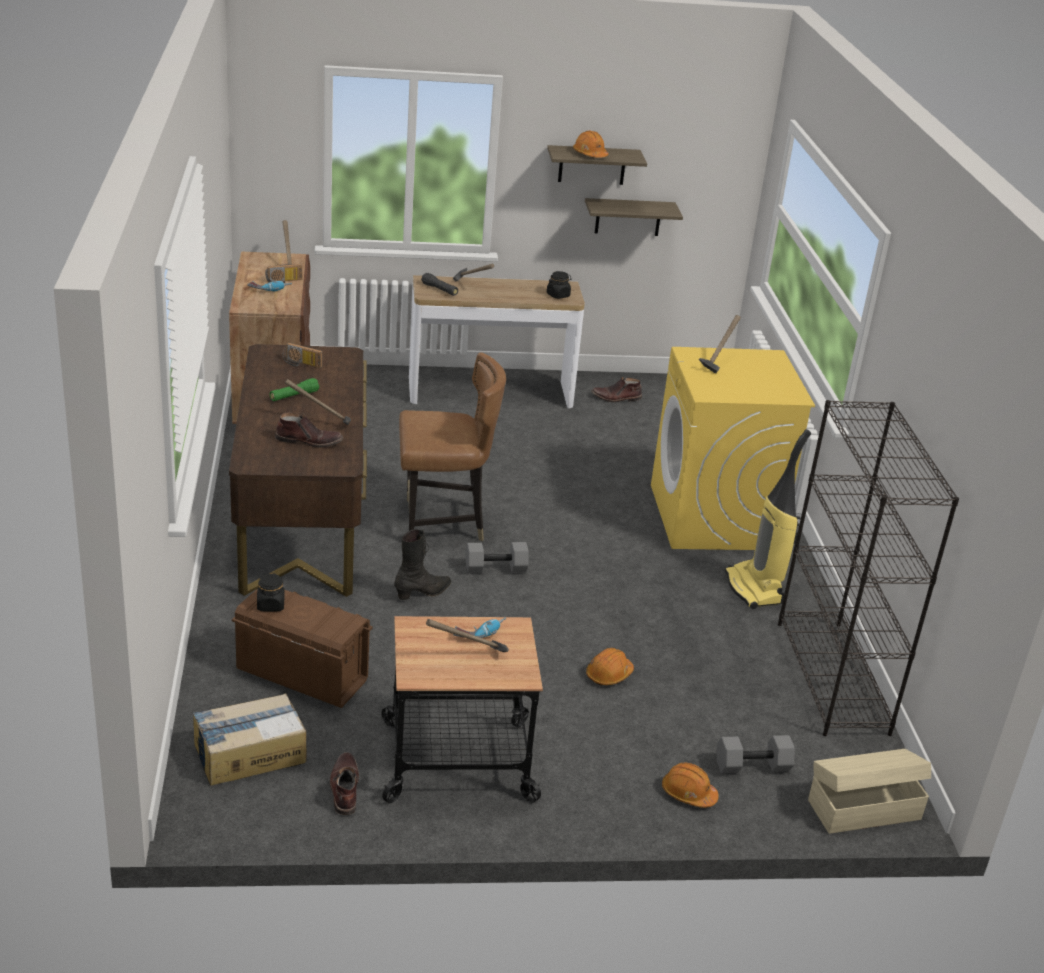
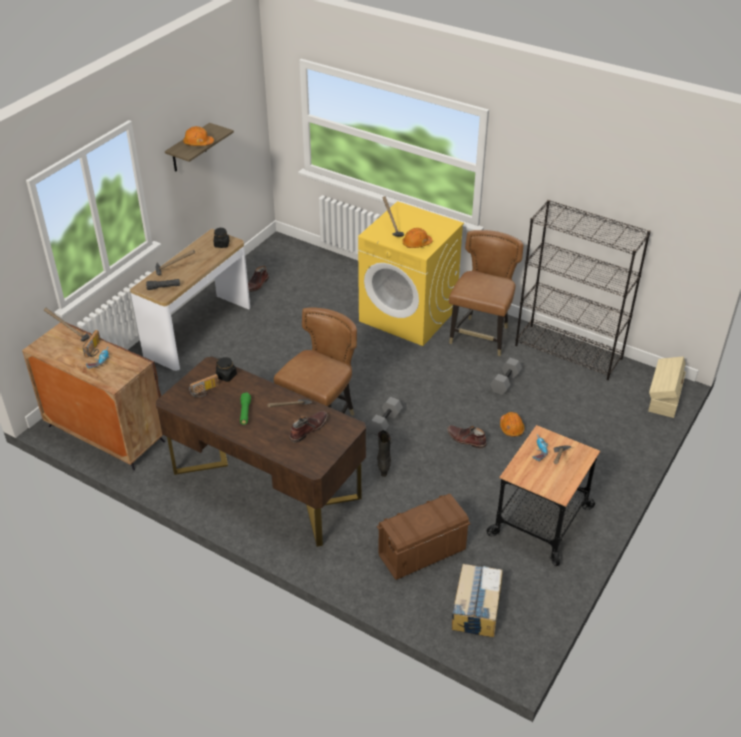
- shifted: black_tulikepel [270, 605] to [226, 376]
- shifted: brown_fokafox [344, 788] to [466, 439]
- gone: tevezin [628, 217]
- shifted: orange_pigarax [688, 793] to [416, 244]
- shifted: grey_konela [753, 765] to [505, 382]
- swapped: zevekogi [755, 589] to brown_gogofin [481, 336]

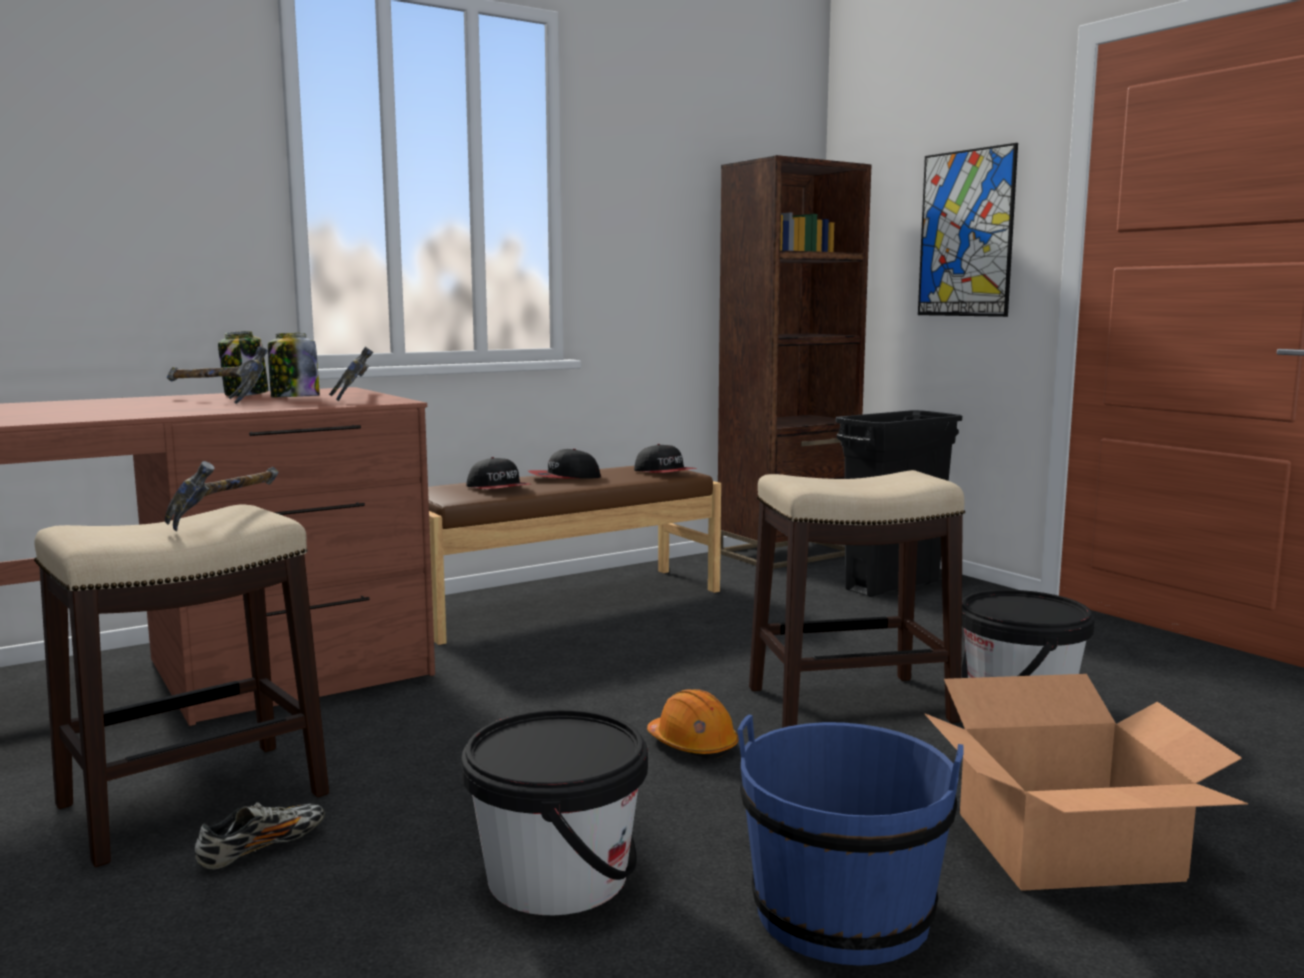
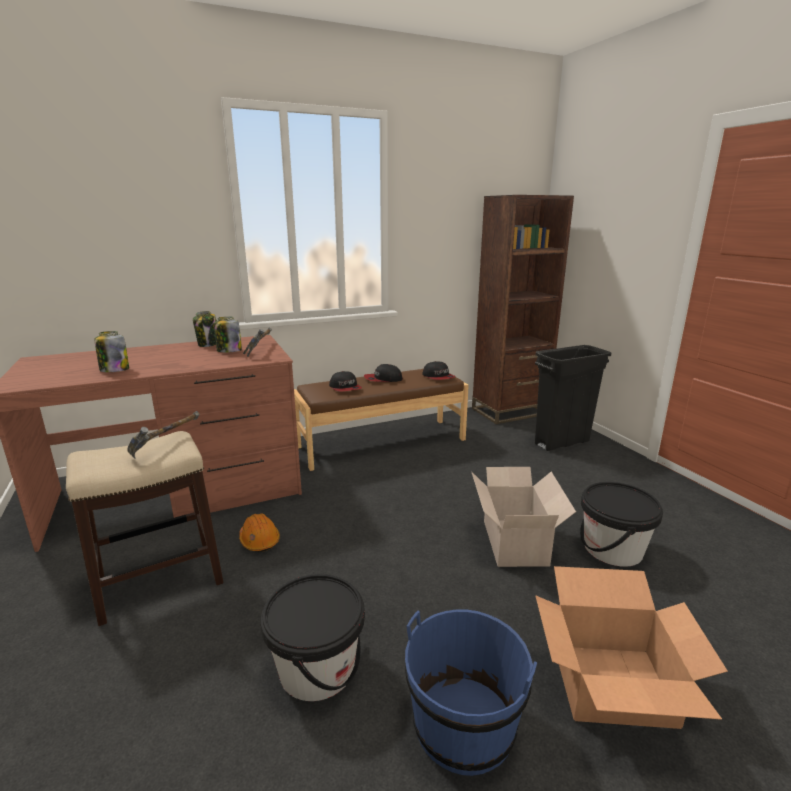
- gone: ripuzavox [217, 400]
- gone: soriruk [262, 848]
- shifted: orange_pigarax [692, 744] to [259, 540]
- swapped: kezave [852, 704] to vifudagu [514, 540]
- gone: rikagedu [966, 234]
- new: tulikepel [114, 370]

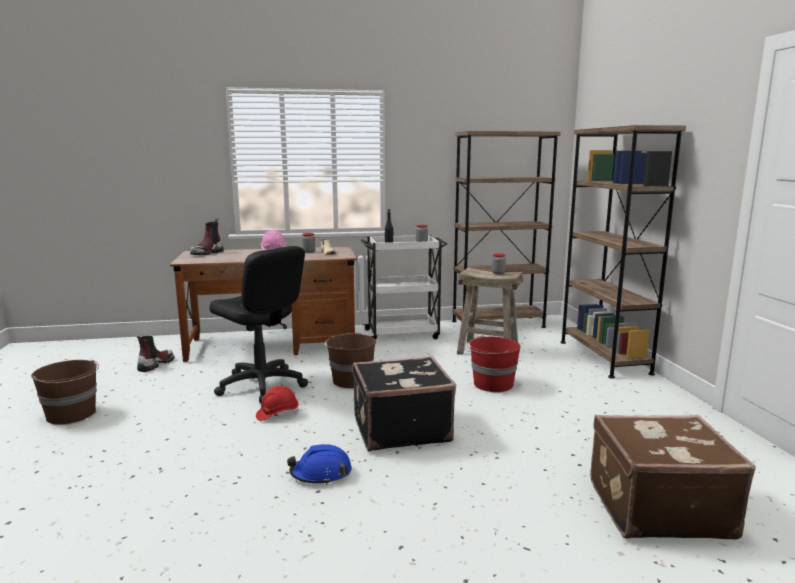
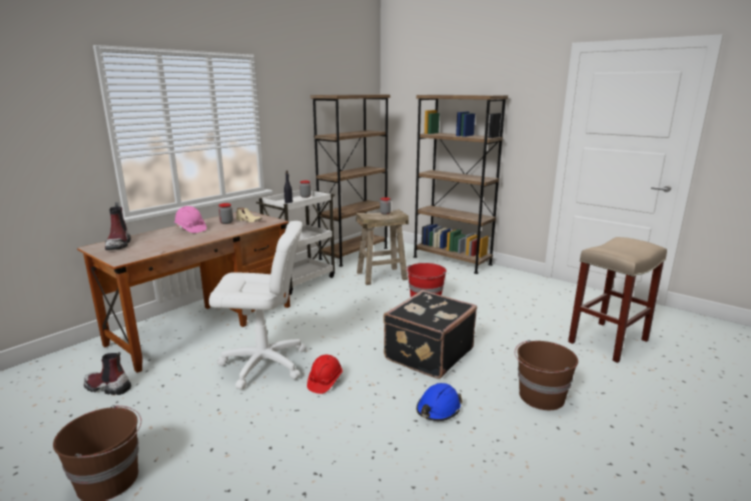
- rotated: fokafox [156, 364] = [107, 387] 60 degrees counterclockwise
- repainted: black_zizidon [261, 385] to white_zizidon [264, 364]
- shifted: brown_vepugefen [351, 380] to [541, 397]
- swapped: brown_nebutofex [656, 507] to beige_kezave [608, 342]

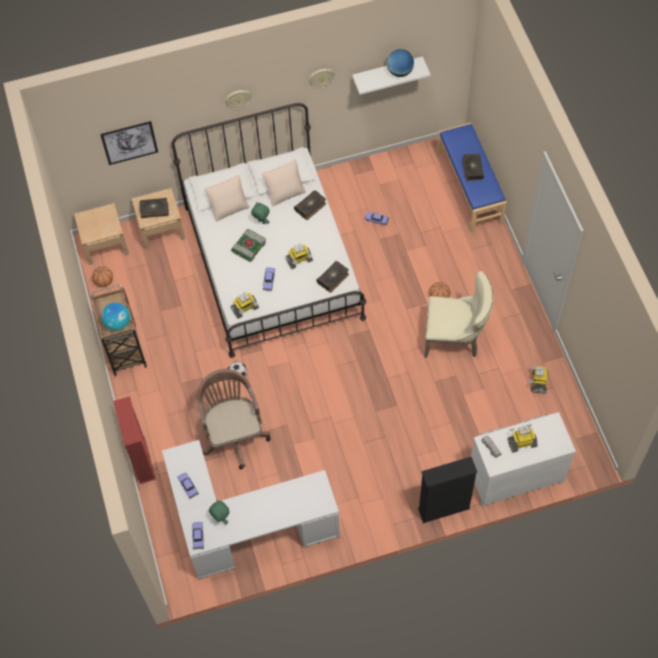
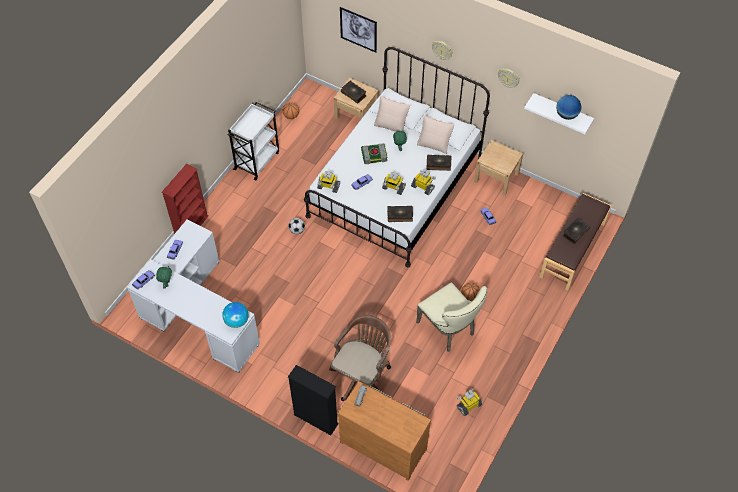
- shifted: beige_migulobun [105, 244] to [496, 177]
- repainted: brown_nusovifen [124, 348] to white_nusovifen [257, 160]
- shifted: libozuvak [118, 323] to [236, 321]
- shifted: brown_zizidon [233, 434] to [362, 374]
- repainted: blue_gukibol [470, 187] to brown_gukibol [573, 250]
- repainted: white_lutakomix [514, 473] to brown_lutakomix [384, 443]
- shifted: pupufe [522, 442] to [423, 187]

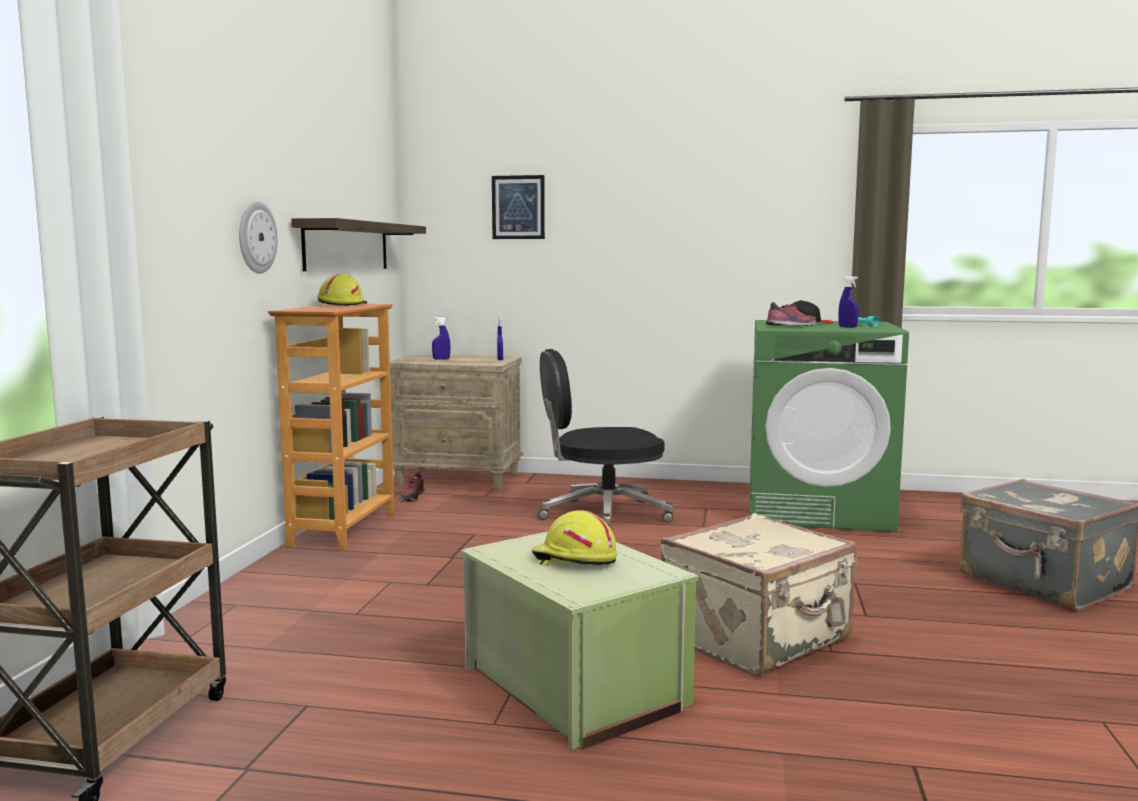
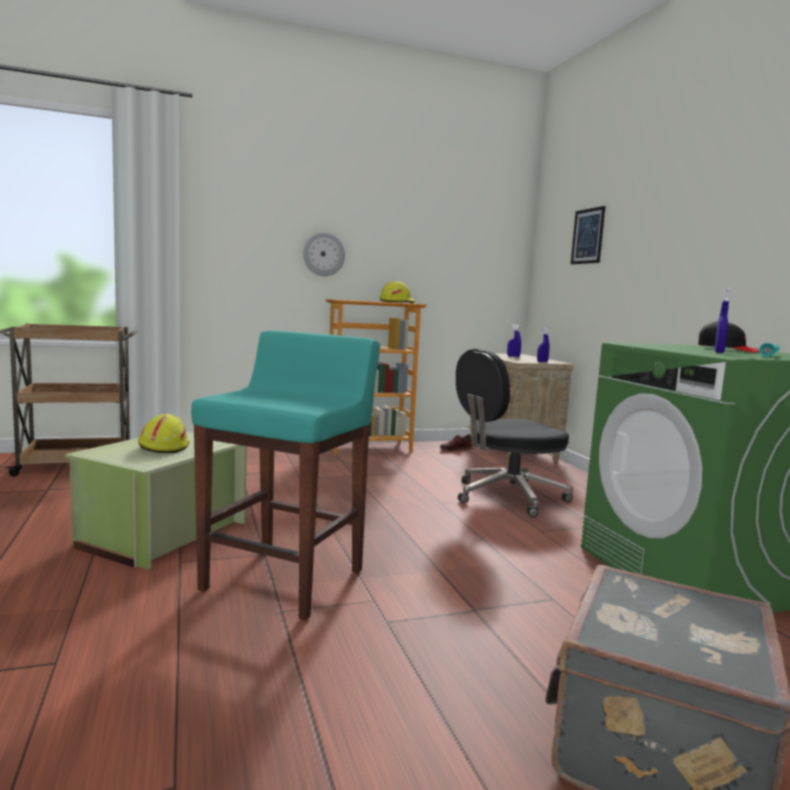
- gone: tevezin [347, 246]
- rotated: black_zizidon [602, 515] = [507, 496] 75 degrees counterclockwise
- swapped: beige_nebutofex [758, 638] to turquoise_kezave [286, 579]
- gone: soriruk [791, 326]

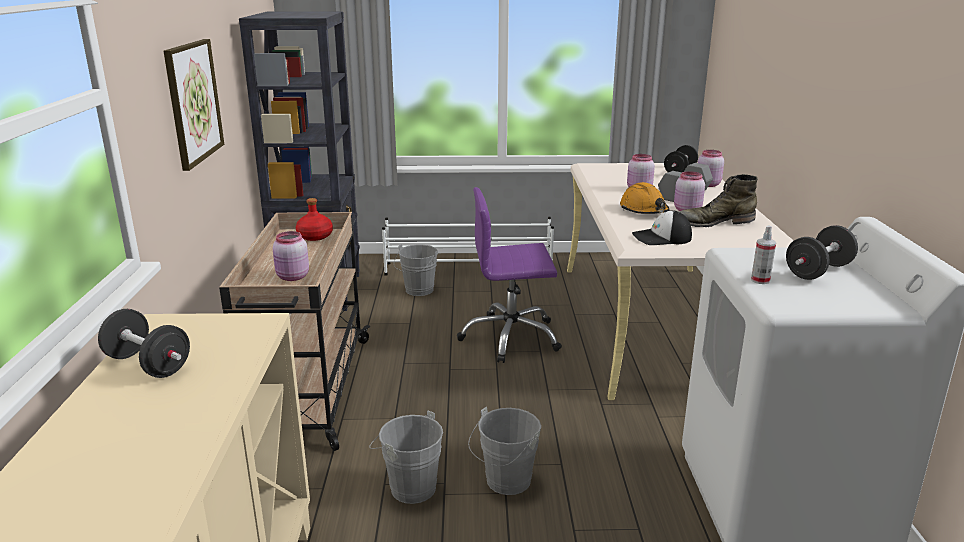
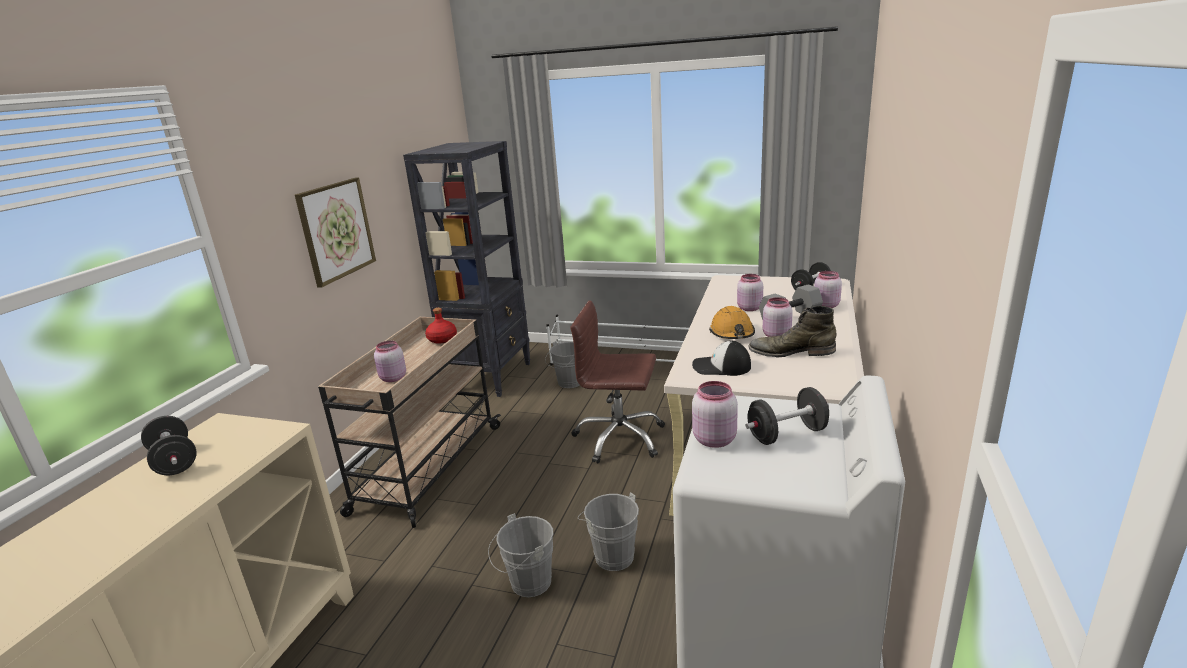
- shifted: grey_vepugefen [409, 486] to [611, 554]
- repainted: purple_zizidon [510, 337] to brown_zizidon [619, 438]
- swapped: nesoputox [760, 280] to pink_tulikepel [713, 439]

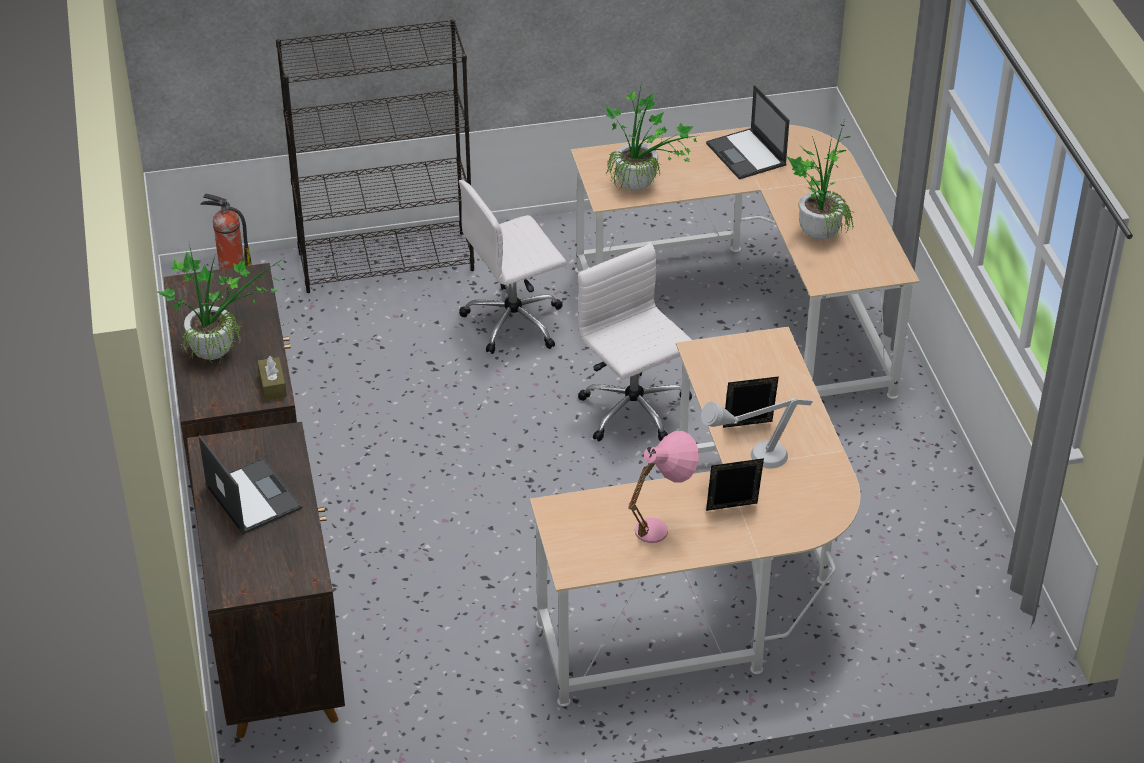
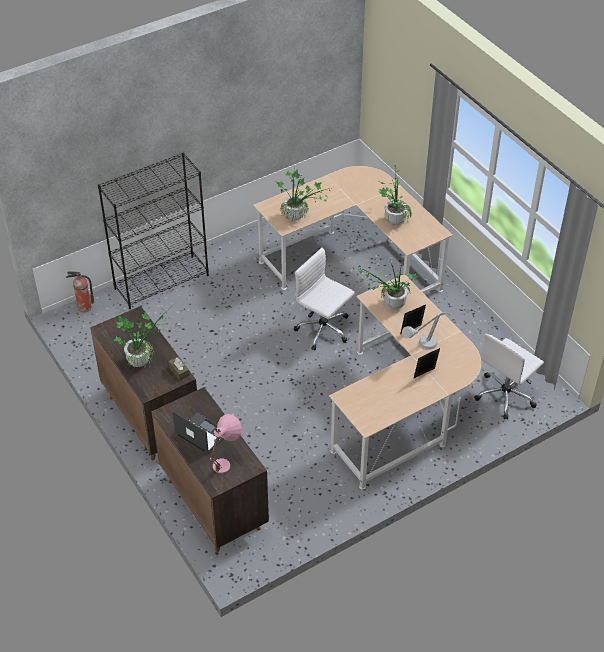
- shifted: white_zizidon [515, 321] to [505, 395]
- shifted: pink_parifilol [662, 526] to [226, 462]
- gone: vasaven [747, 155]
- new: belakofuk [390, 305]

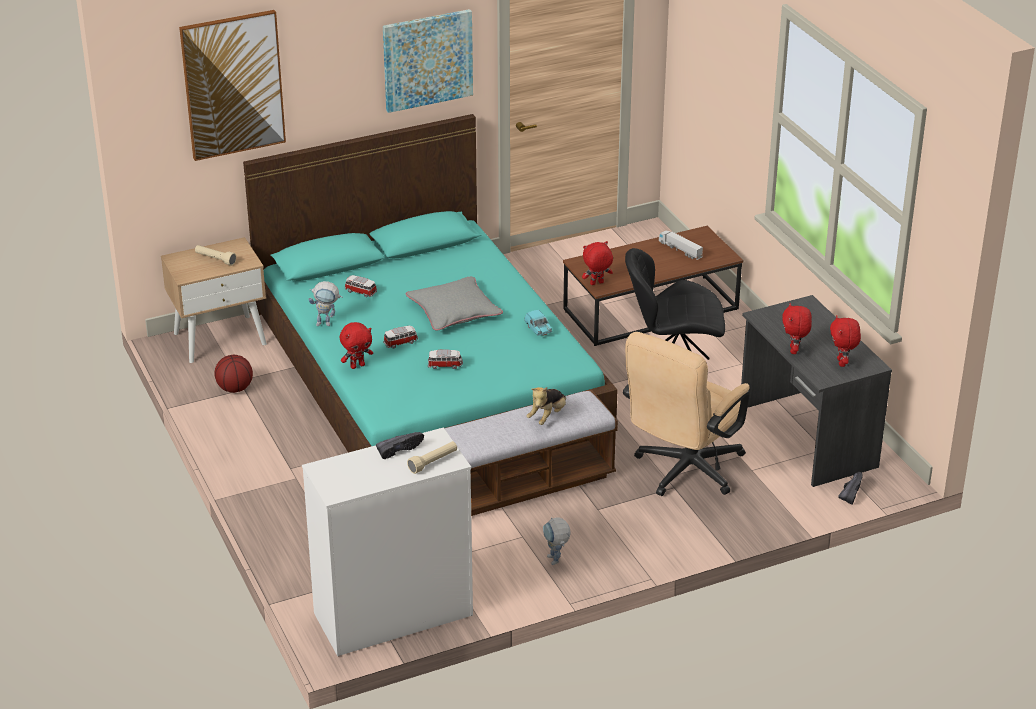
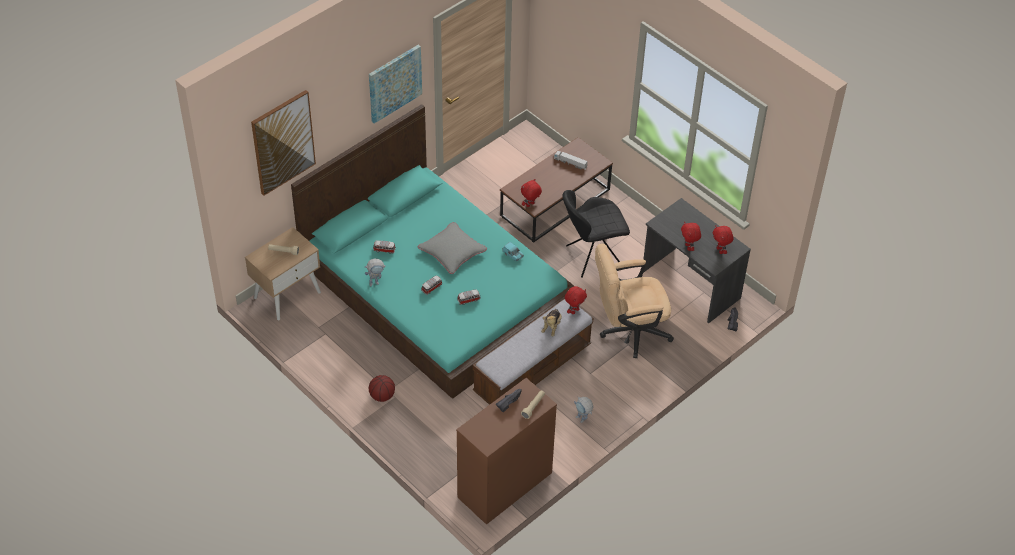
- shifted: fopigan [234, 389] to [382, 396]
- repainted: white_lutakomix [393, 615] to brown_lutakomix [504, 485]
- shifted: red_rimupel [357, 365] to [574, 311]
- rotated: beige_zizidon [683, 472] = [628, 331] 60 degrees clockwise

